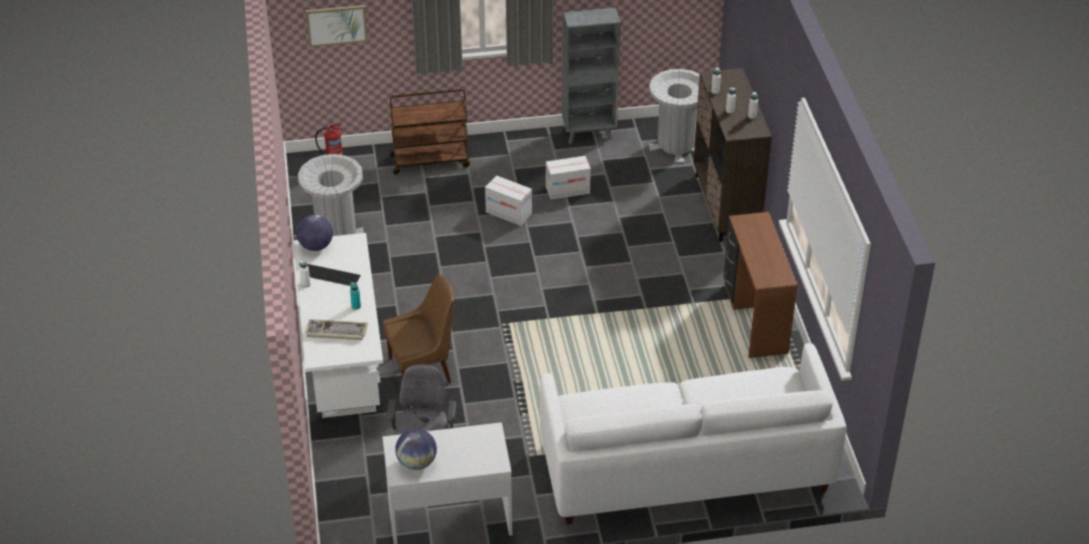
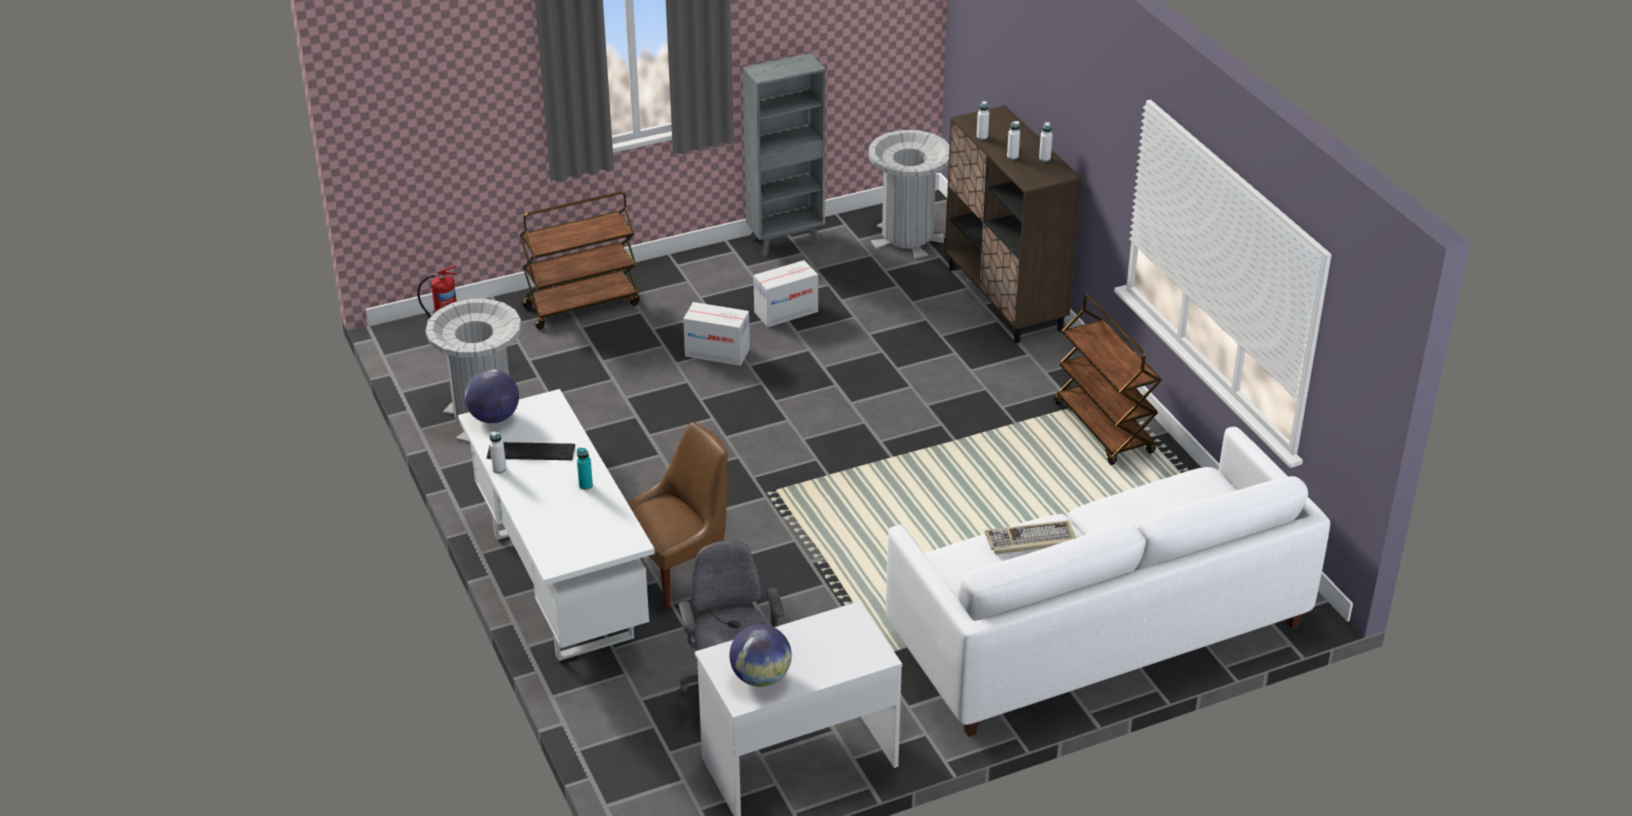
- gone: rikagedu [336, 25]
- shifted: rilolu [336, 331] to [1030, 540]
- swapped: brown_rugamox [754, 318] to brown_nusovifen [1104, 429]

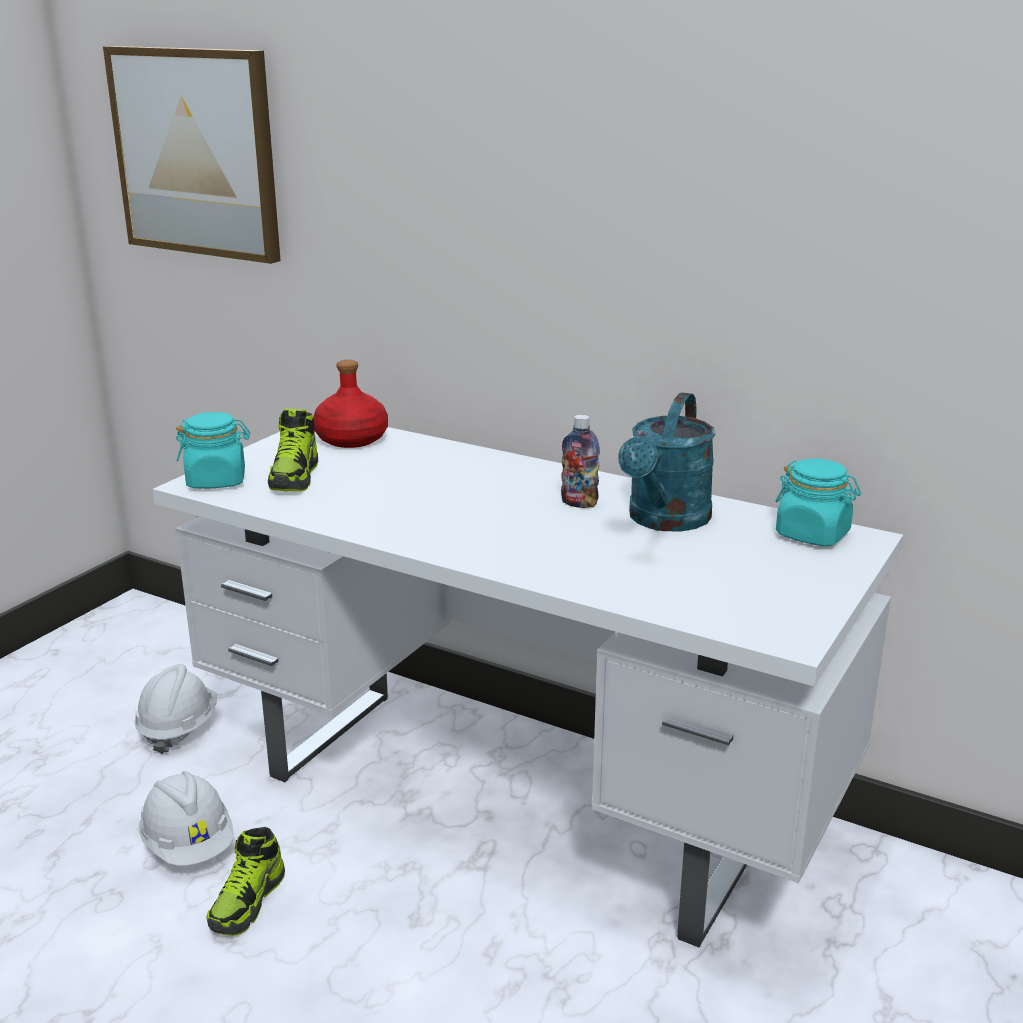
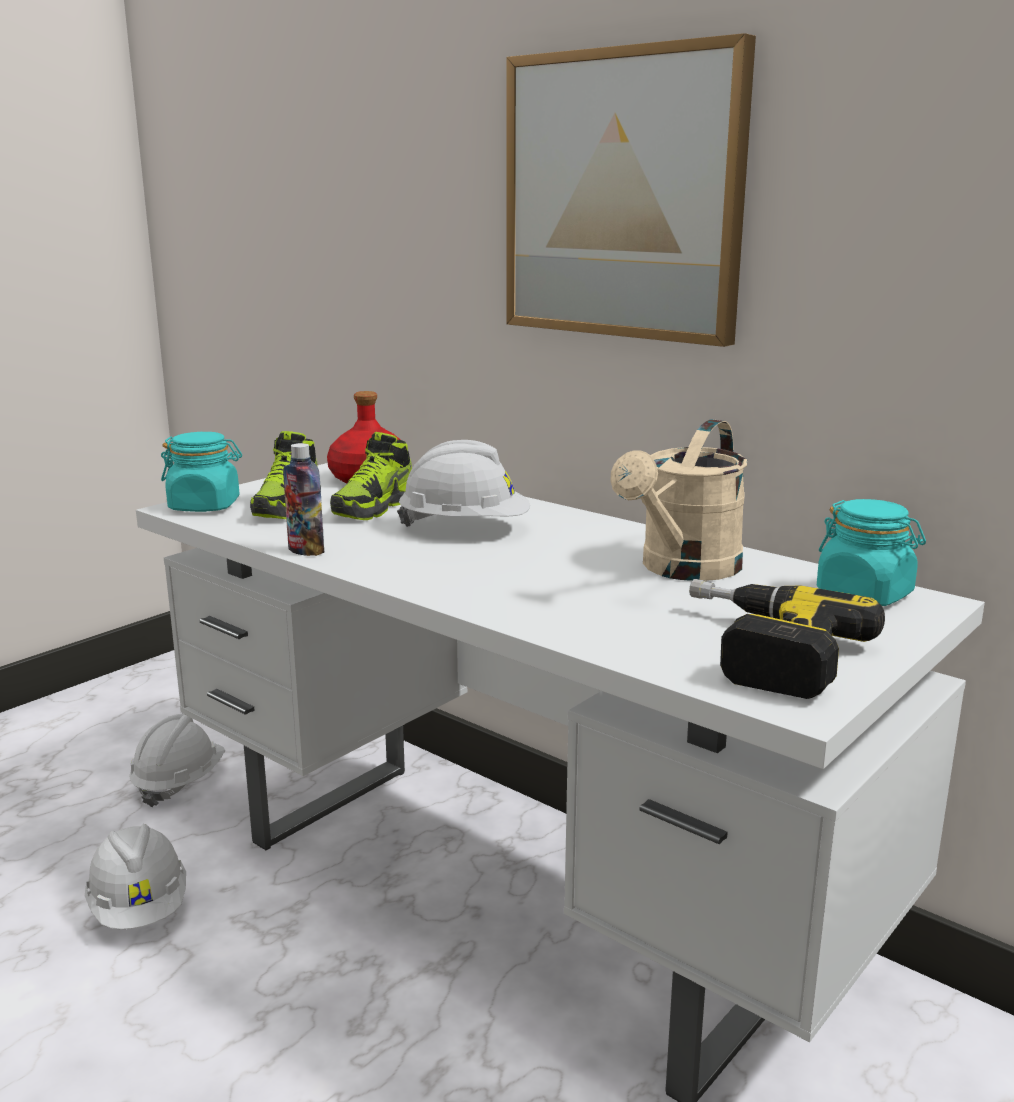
- shifted: rikagedu [196, 153] to [622, 196]
- shifted: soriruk [248, 902] to [374, 508]
- shifted: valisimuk [579, 503] to [306, 551]
- repainted: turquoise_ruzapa [665, 521] to beige_ruzapa [683, 570]
- new: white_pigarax [465, 528]
- new: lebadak [759, 651]

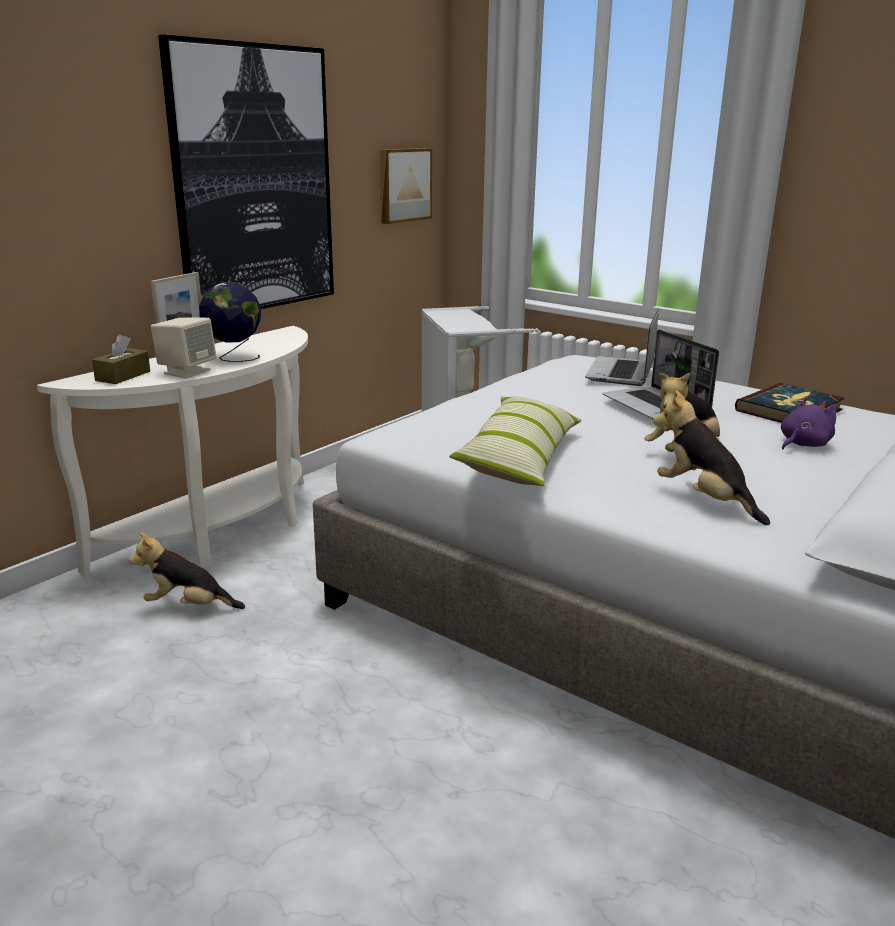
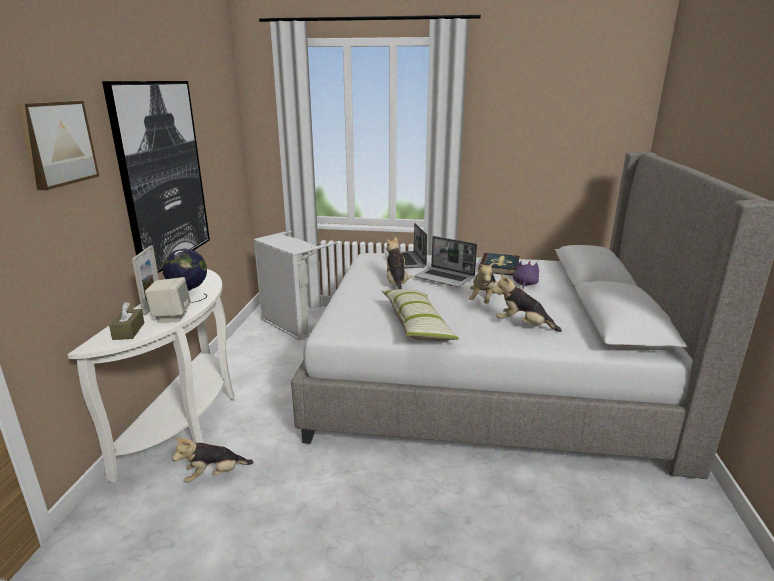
- shifted: rikagedu [403, 185] to [56, 143]
- new: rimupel [396, 284]

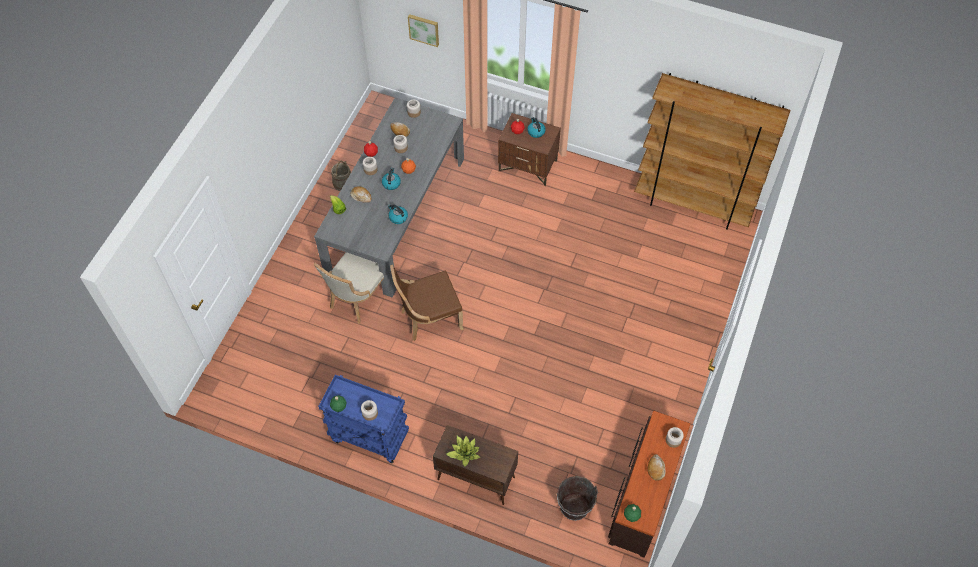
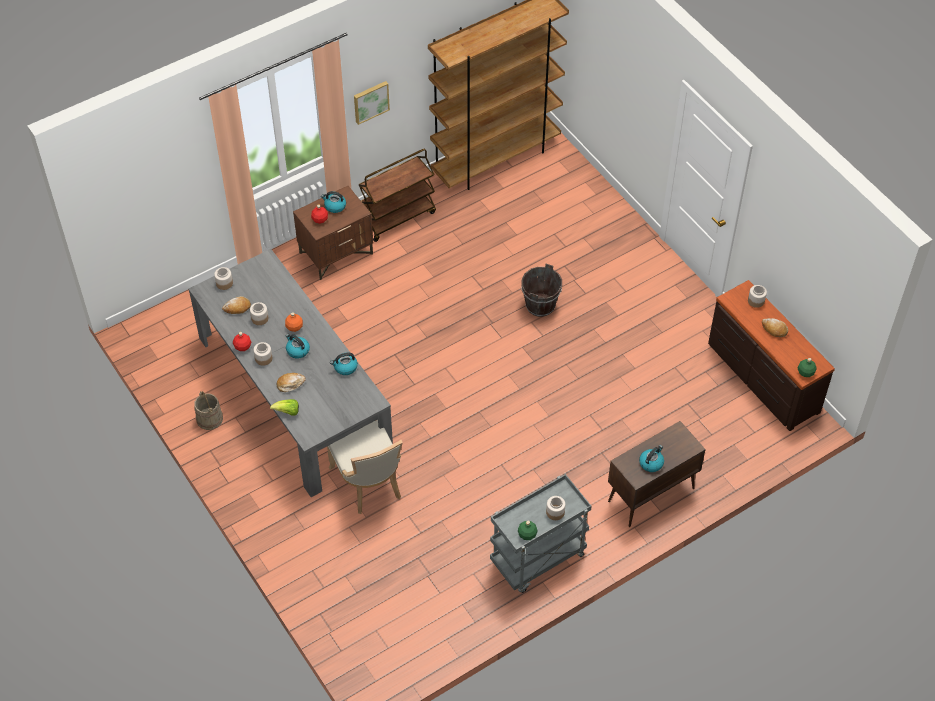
- repainted: blue_nusovifen [368, 436] to grey_nusovifen [538, 560]
- gone: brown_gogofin [428, 319]
- shifted: rikagedu [424, 29] to [370, 101]
- swapped: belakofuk [464, 453] to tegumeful [651, 463]
- shifted: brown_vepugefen [574, 507] to [540, 305]
- new: brown_nusovifen [398, 217]

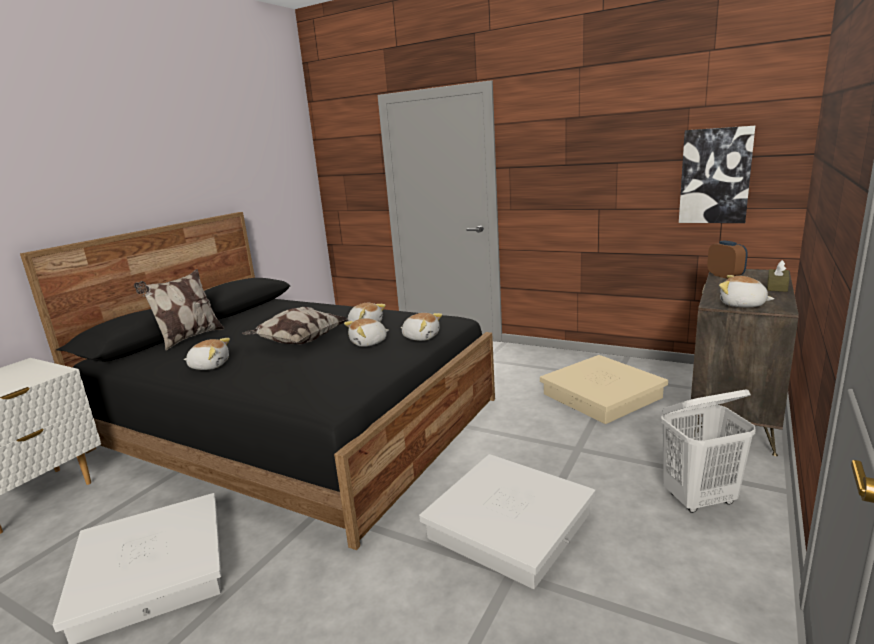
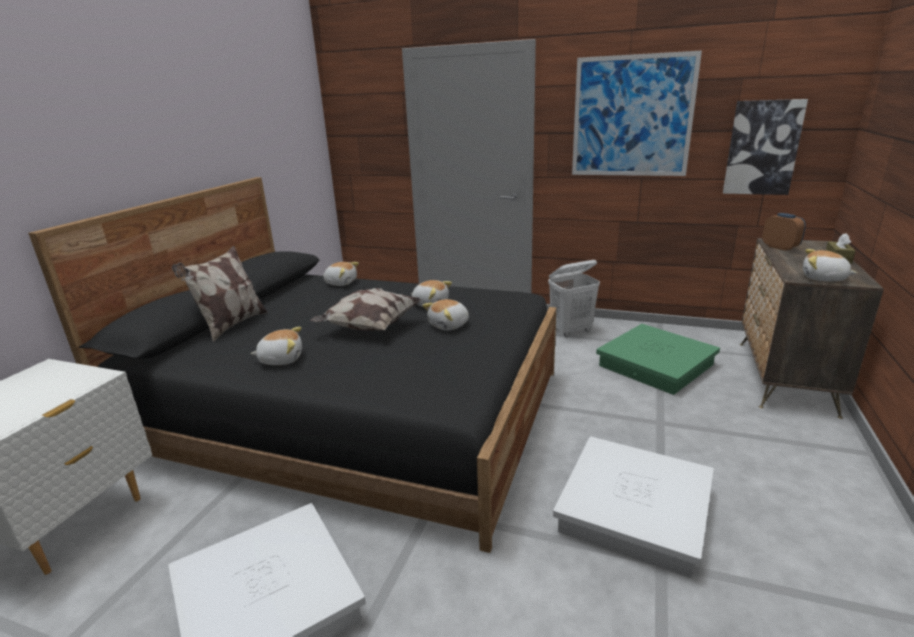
- shifted: rimupel [421, 337] to [341, 283]
- repainted: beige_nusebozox [602, 396] to green_nusebozox [656, 365]
- shifted: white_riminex [700, 499] to [571, 331]
- new: rikagedu [632, 117]

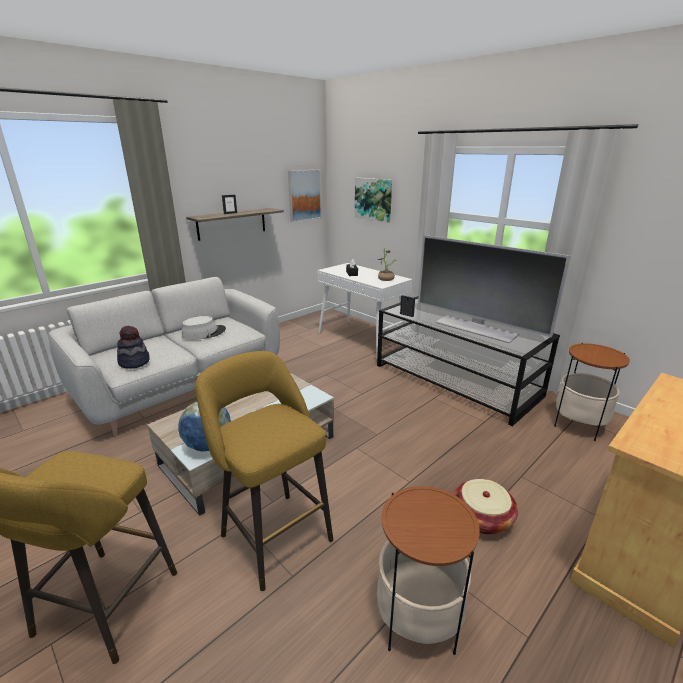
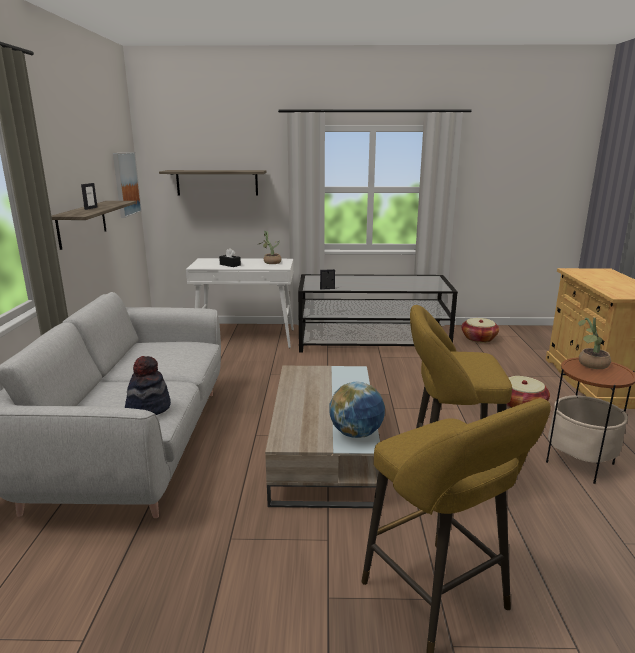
- gone: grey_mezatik [204, 333]
- swapped: rikagedu [373, 199] to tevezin [217, 182]
- gone: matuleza [476, 328]
- swapped: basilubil [578, 425] to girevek [478, 338]
- new: belakofuk [590, 365]

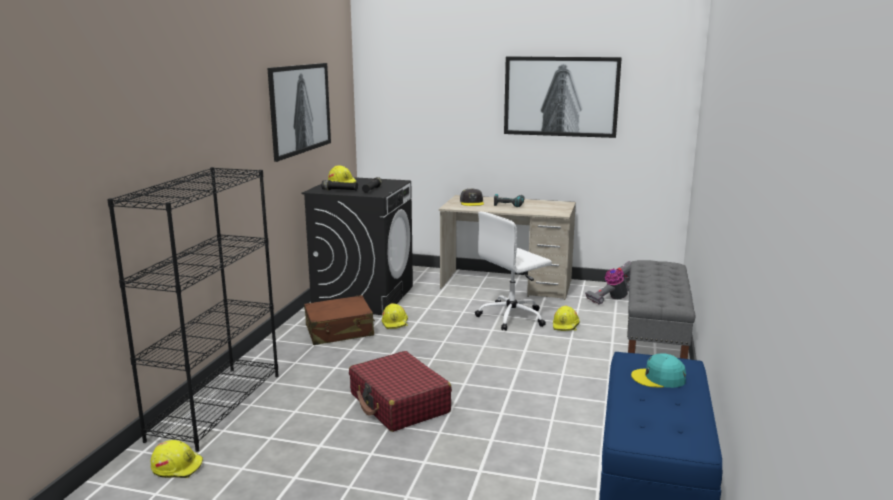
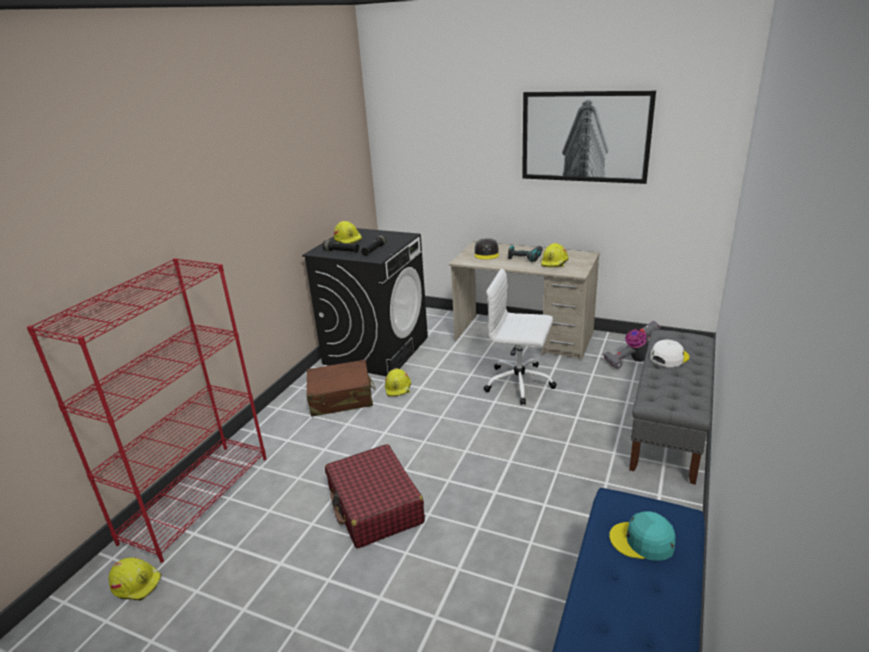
- repainted: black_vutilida [216, 405] to red_vutilida [197, 497]
- gone: rikagedu [300, 109]
- rotated: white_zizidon [512, 317] = [520, 383] 45 degrees clockwise
- shifted: yellow_pigarax [566, 326] to [554, 263]
- new: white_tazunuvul [669, 357]

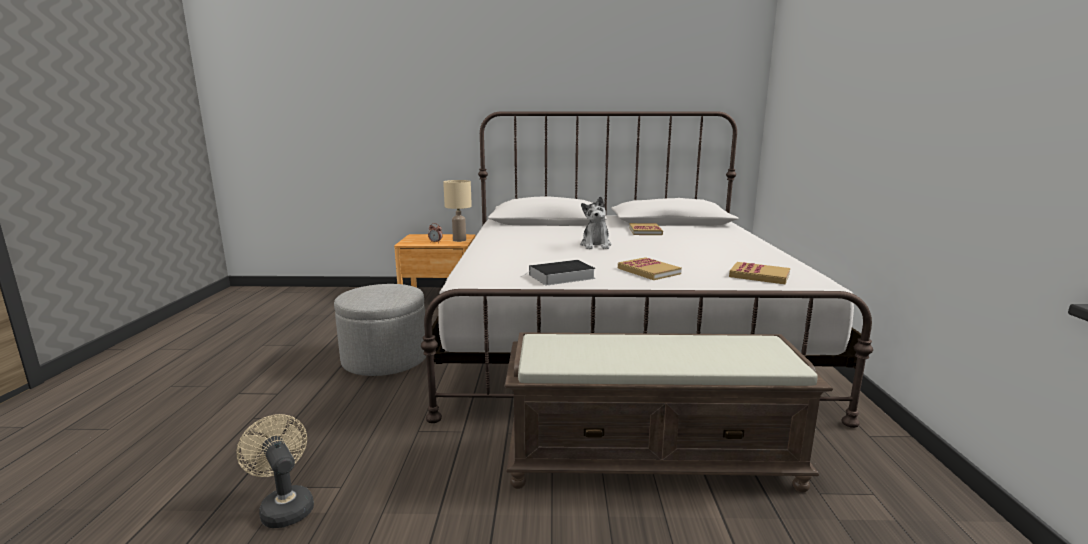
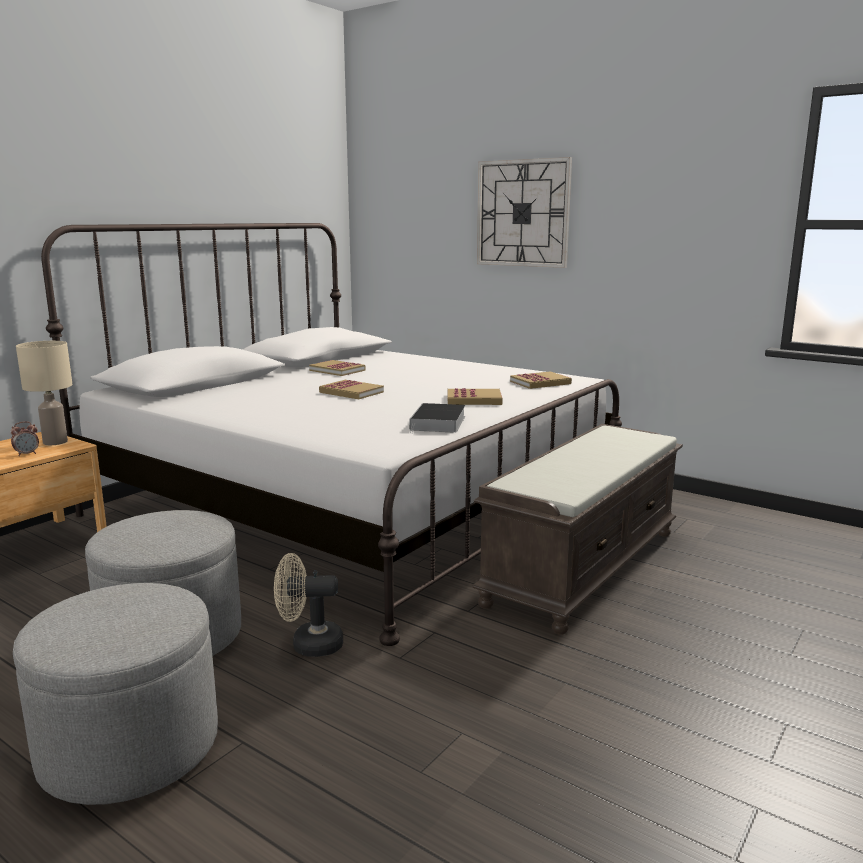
- shifted: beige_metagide [284, 506] to [309, 645]
- swapped: rimupel [596, 245] to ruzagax [351, 392]
- new: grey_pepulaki [129, 746]
- new: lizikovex [523, 213]

